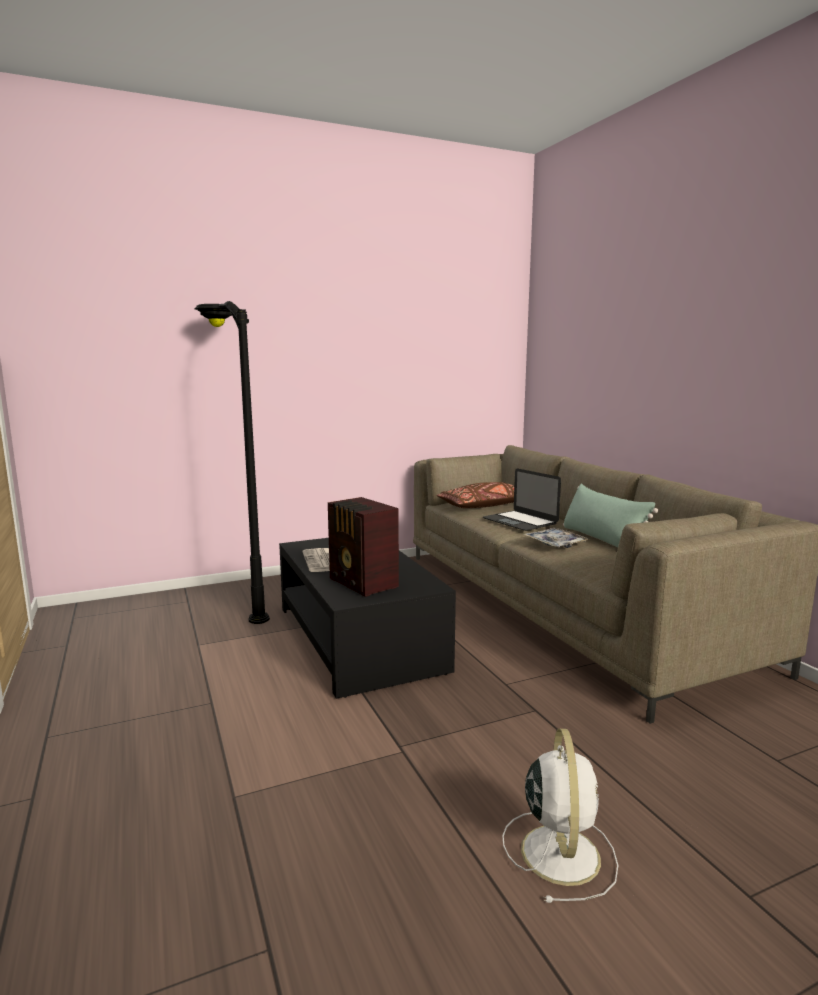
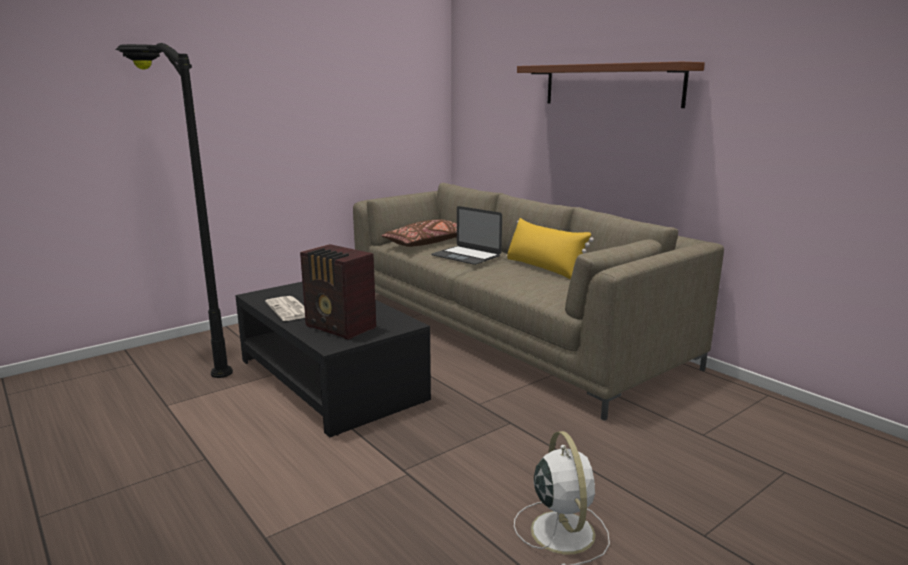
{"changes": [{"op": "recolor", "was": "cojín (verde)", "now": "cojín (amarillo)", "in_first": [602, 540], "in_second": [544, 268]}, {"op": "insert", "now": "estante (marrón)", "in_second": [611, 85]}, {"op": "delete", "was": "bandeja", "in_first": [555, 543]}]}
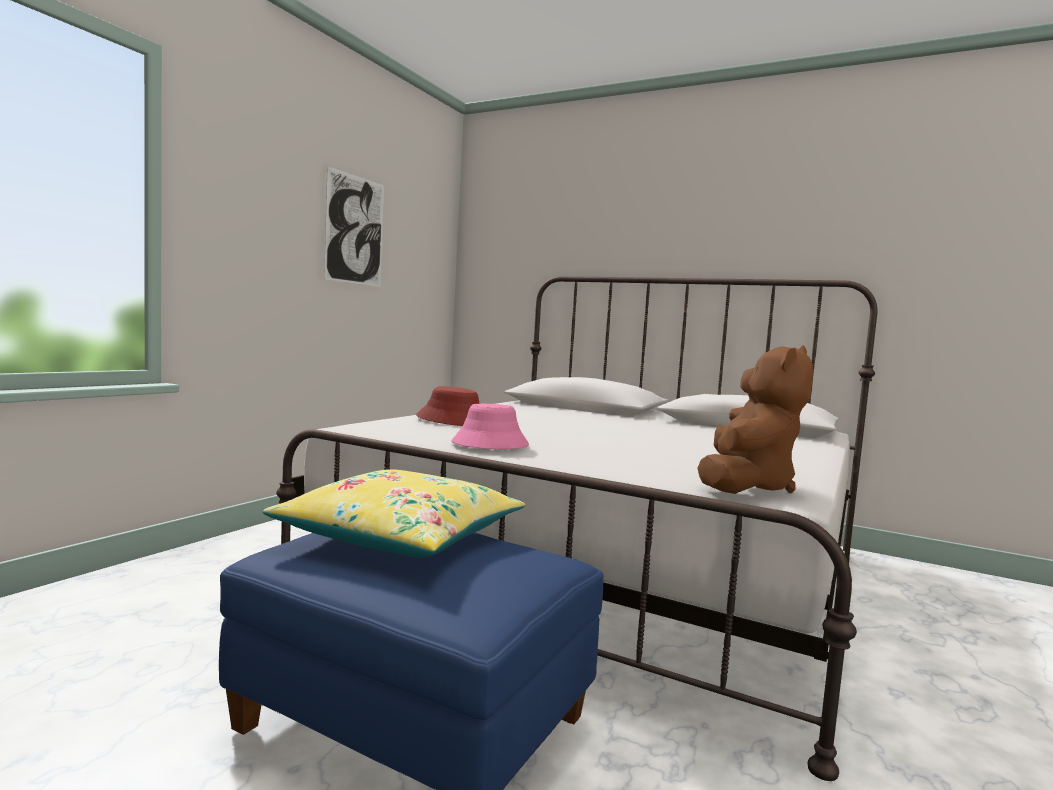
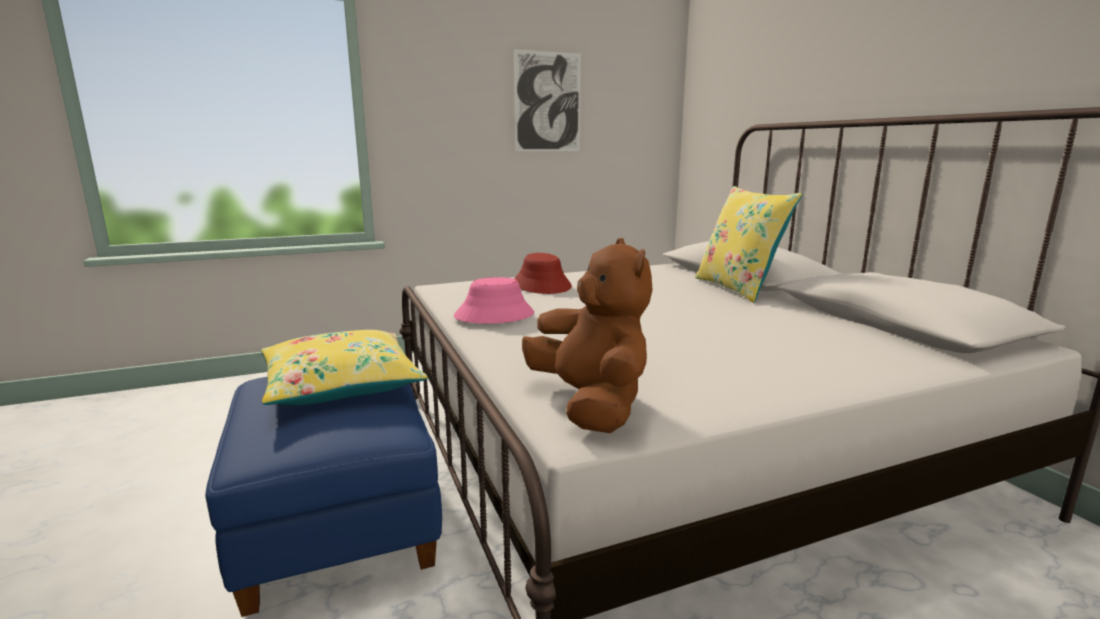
{"changes": [{"op": "rotate", "was": "peluche (marrón)", "in_first": [745, 486], "in_second": [590, 405], "clockwise": -90}, {"op": "insert", "now": "cojín (amarillo)", "in_second": [738, 288]}]}
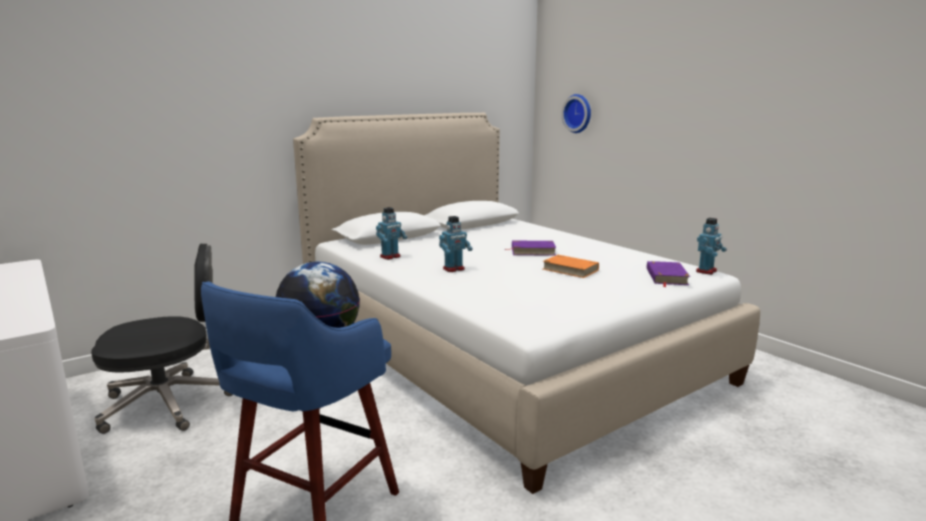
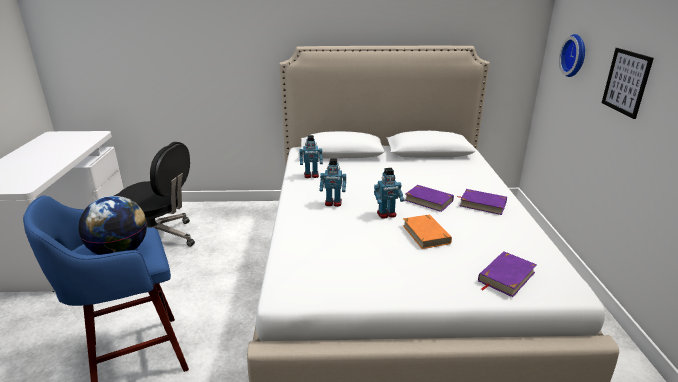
{"changes": [{"op": "move", "was": "robot de juguete", "in_first": [706, 271], "in_second": [386, 214]}, {"op": "insert", "now": "libro (morado)", "in_second": [482, 204]}, {"op": "insert", "now": "cuadro", "in_second": [626, 82]}]}
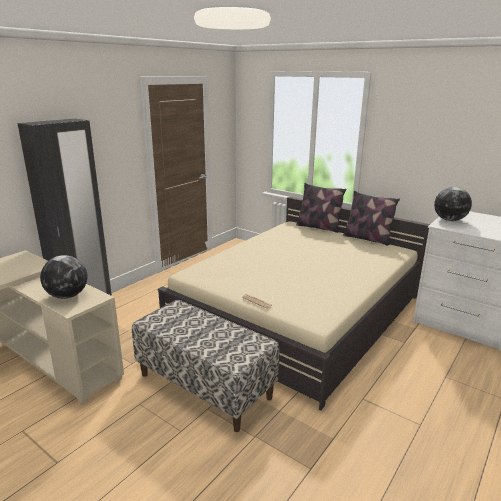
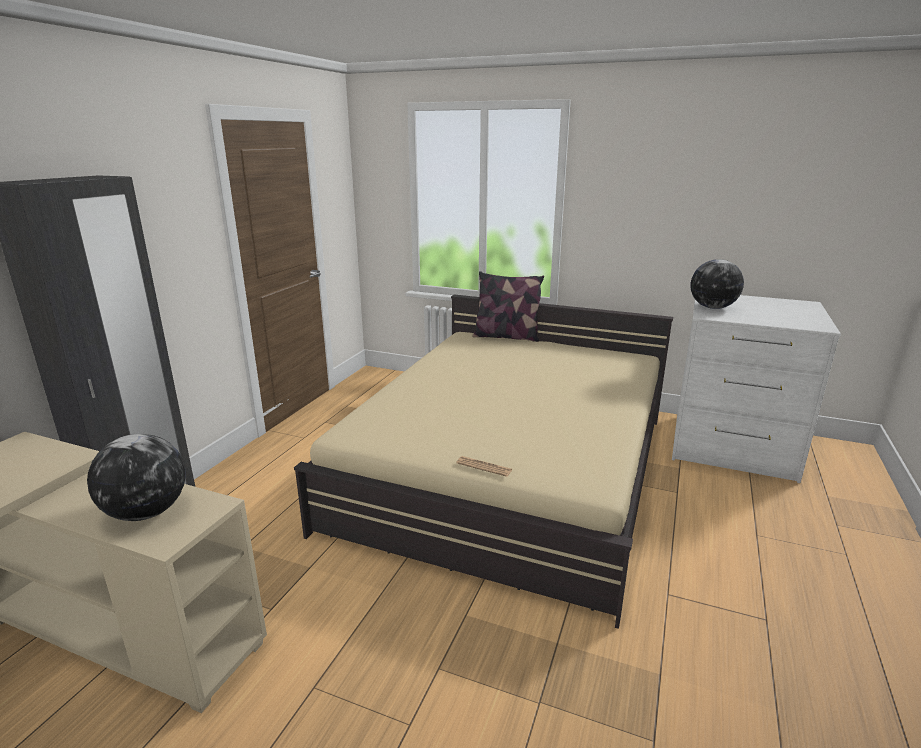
{"changes": [{"op": "delete", "was": "banco", "in_first": [205, 386]}, {"op": "delete", "was": "cojín", "in_first": [367, 239]}]}
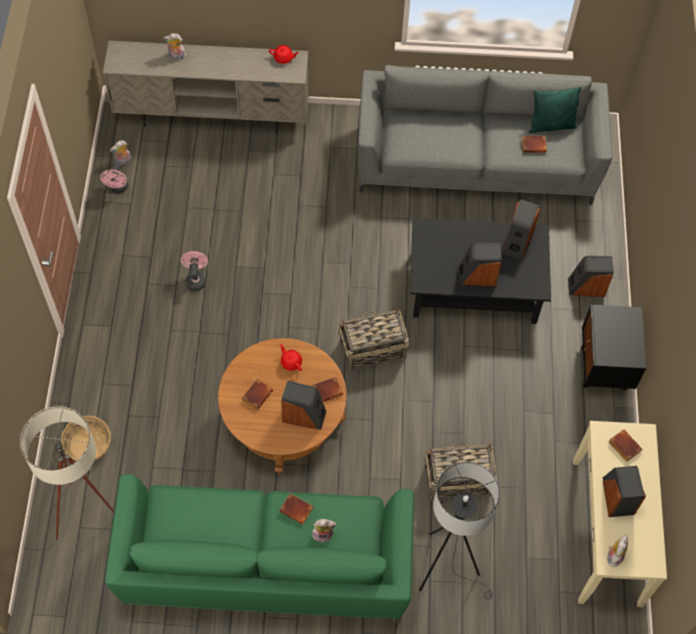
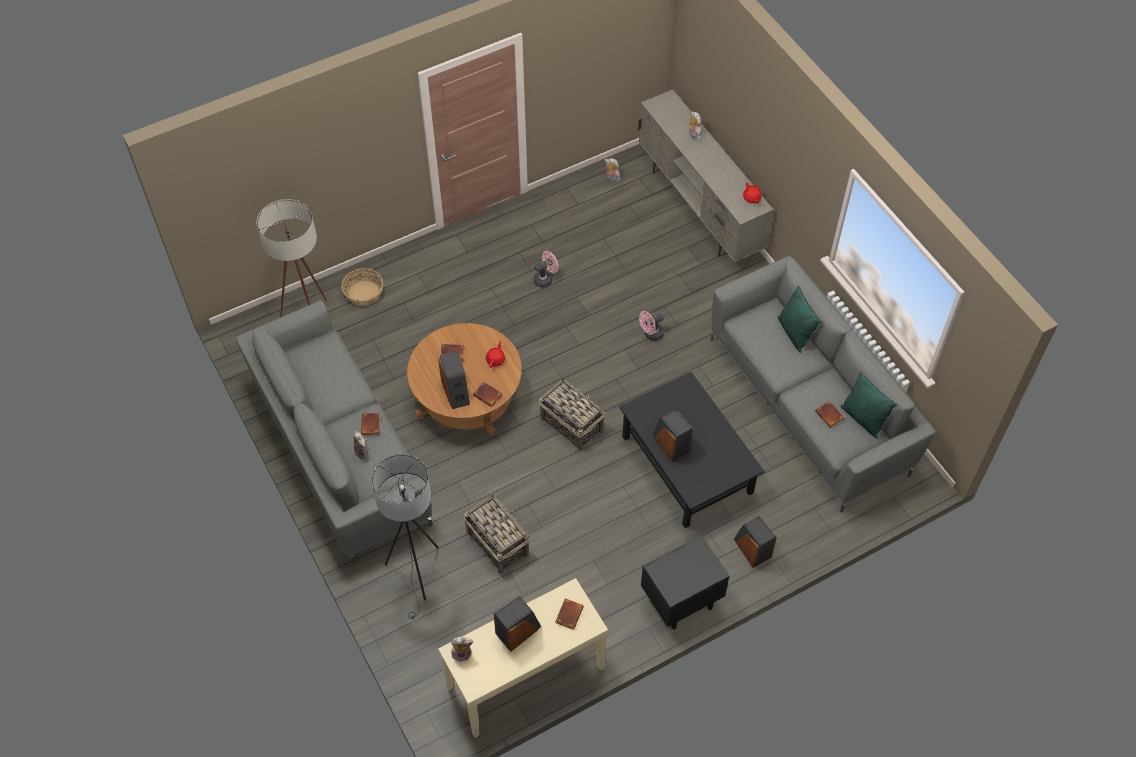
{"changes": [{"op": "recolor", "was": "sofá (verde)", "now": "sofá (gris)", "in_first": [265, 566], "in_second": [340, 452]}, {"op": "move", "was": "ventilador (rosa)", "in_first": [118, 188], "in_second": [651, 335]}, {"op": "insert", "now": "cojín (verde)", "in_second": [794, 333]}, {"op": "delete", "was": "altavoz", "in_first": [517, 241]}]}
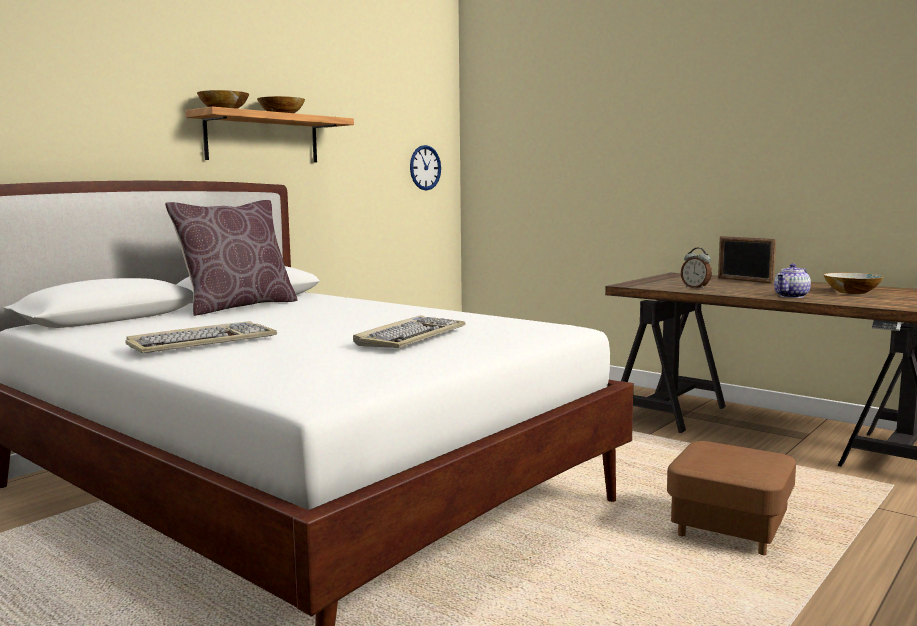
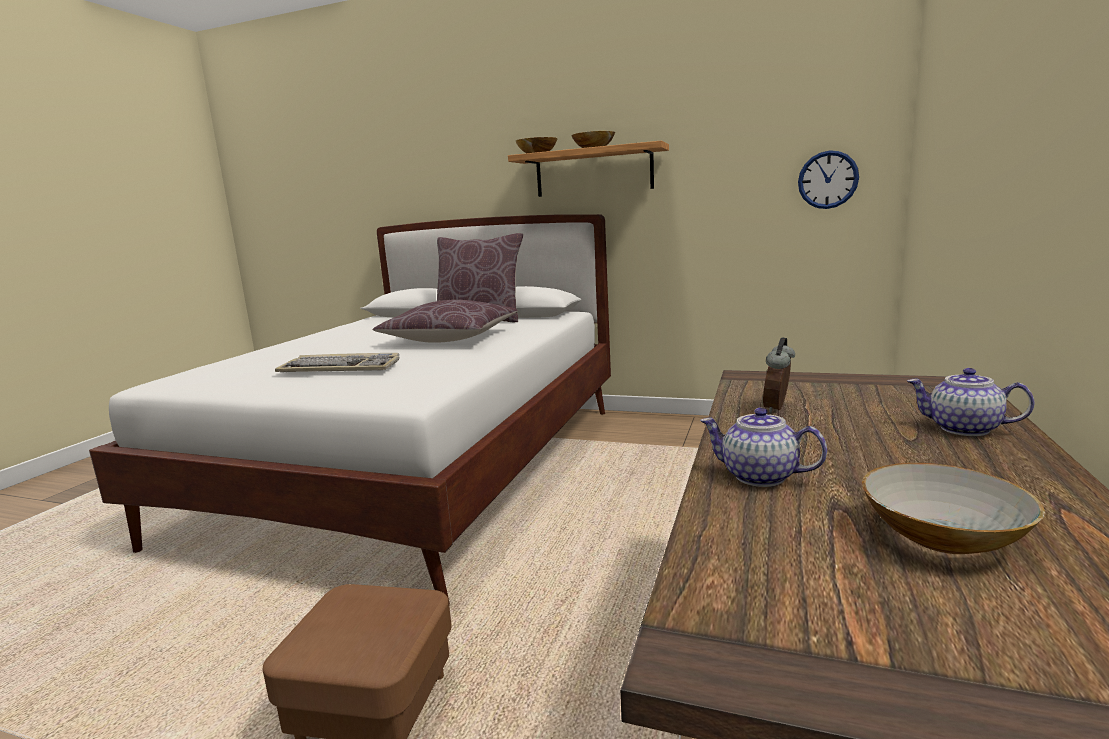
{"changes": [{"op": "insert", "now": "cojín (marrón)", "in_second": [450, 339]}, {"op": "replace", "was": "portarretratos", "now": "tetera", "in_first": [744, 280], "in_second": [963, 429]}, {"op": "delete", "was": "teclado", "in_first": [203, 342]}]}
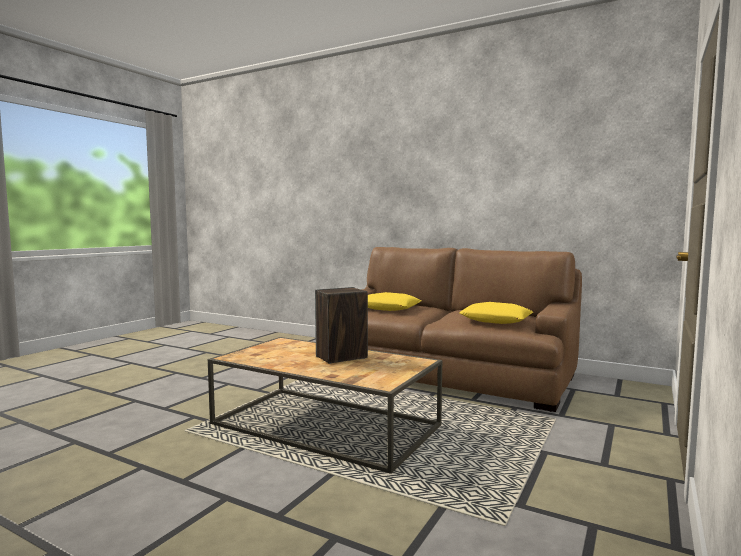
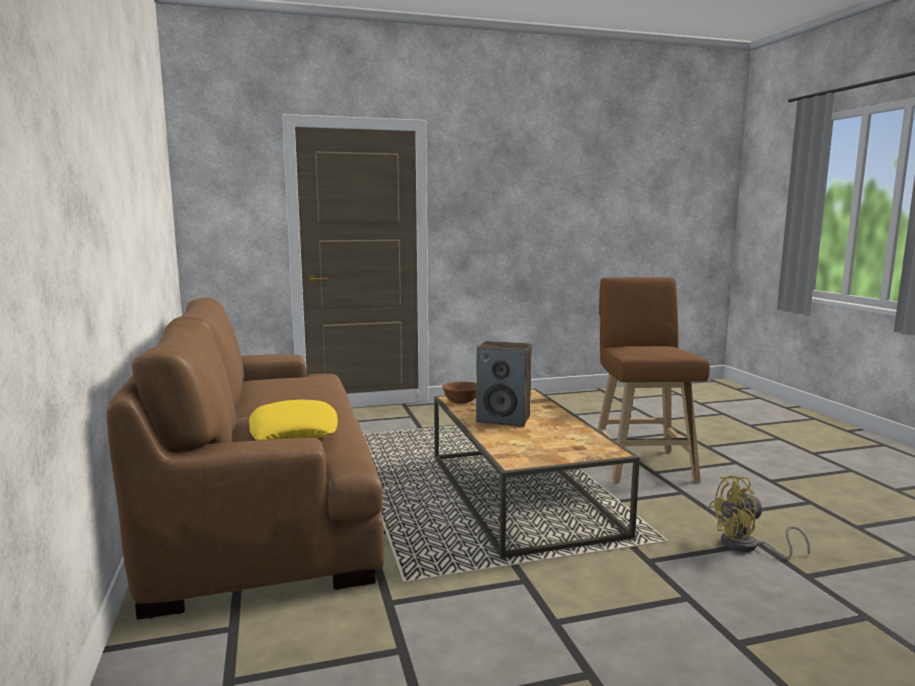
{"changes": [{"op": "insert", "now": "cuenco (marrón)", "in_second": [461, 402]}, {"op": "insert", "now": "taburete (marrón)", "in_second": [641, 463]}, {"op": "insert", "now": "ventilador (amarillo)", "in_second": [747, 547]}, {"op": "delete", "was": "cojín (amarillo)", "in_first": [496, 320]}]}
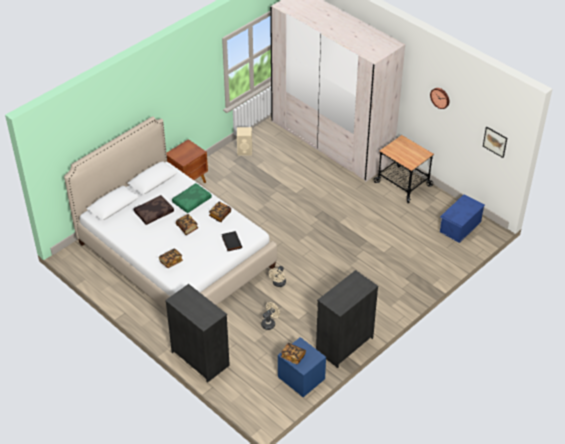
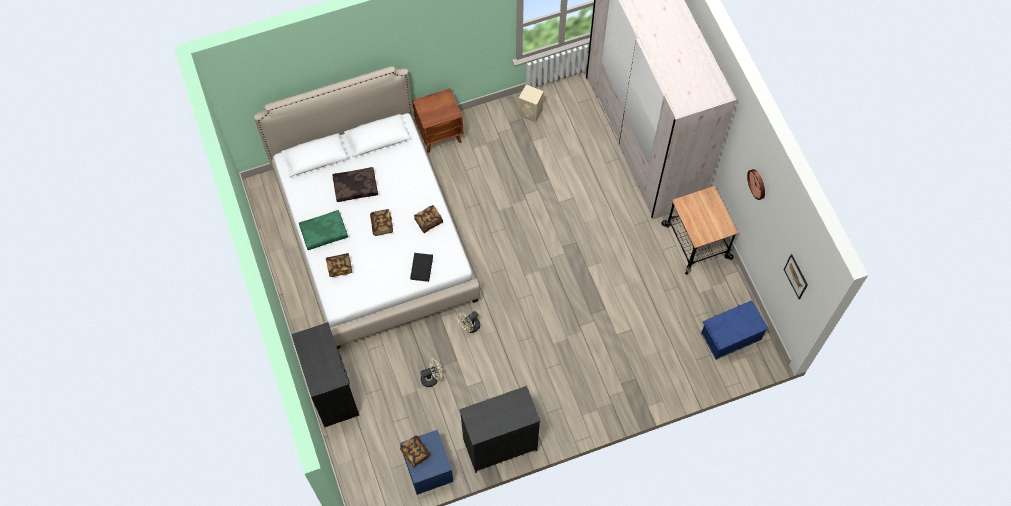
{"changes": [{"op": "move", "was": "cojín (verde)", "in_first": [192, 201], "in_second": [324, 232]}]}
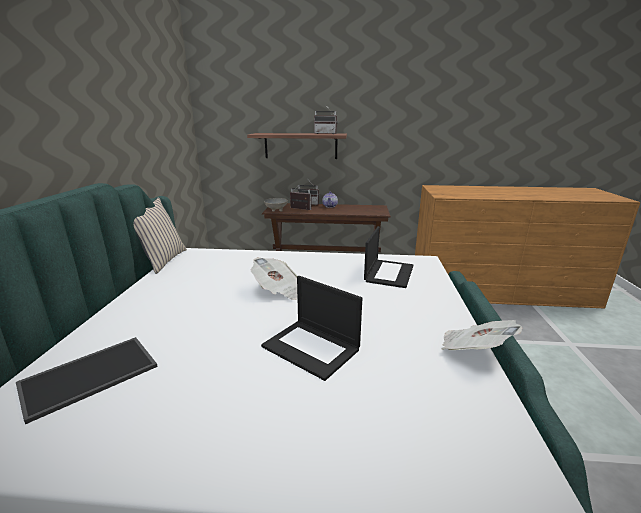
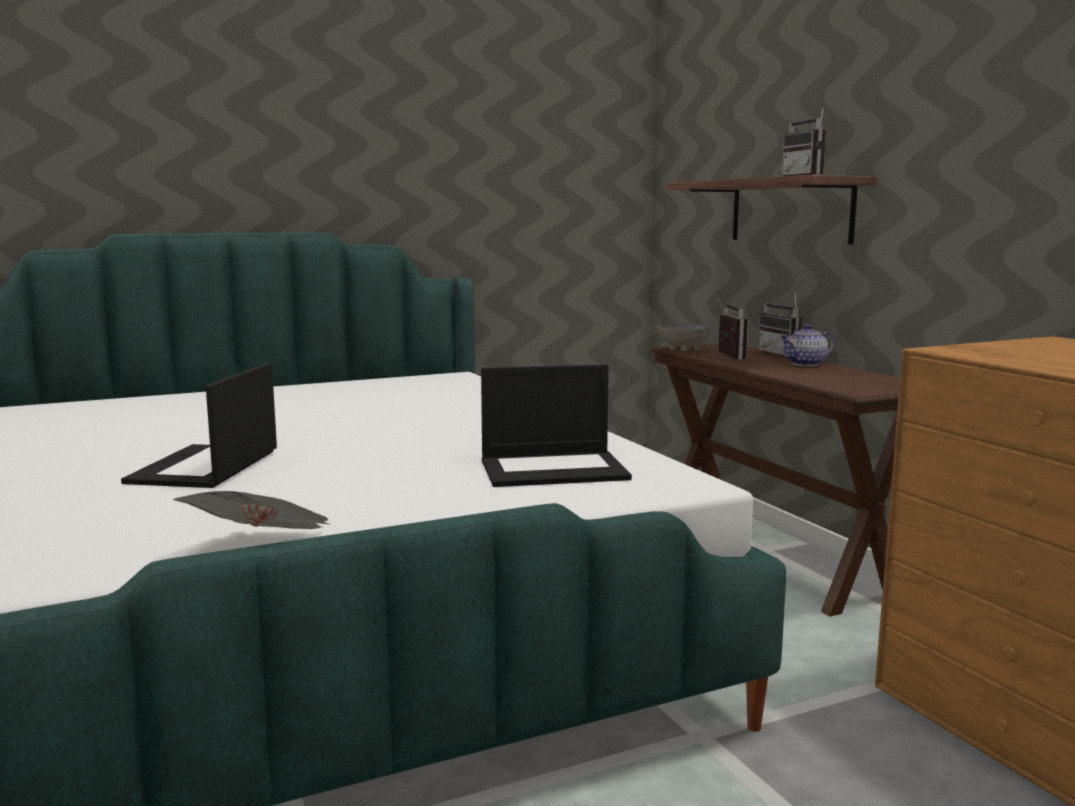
{"changes": [{"op": "delete", "was": "bandeja", "in_first": [90, 374]}, {"op": "delete", "was": "cojín (beis)", "in_first": [162, 260]}, {"op": "delete", "was": "periódico", "in_first": [279, 290]}]}
